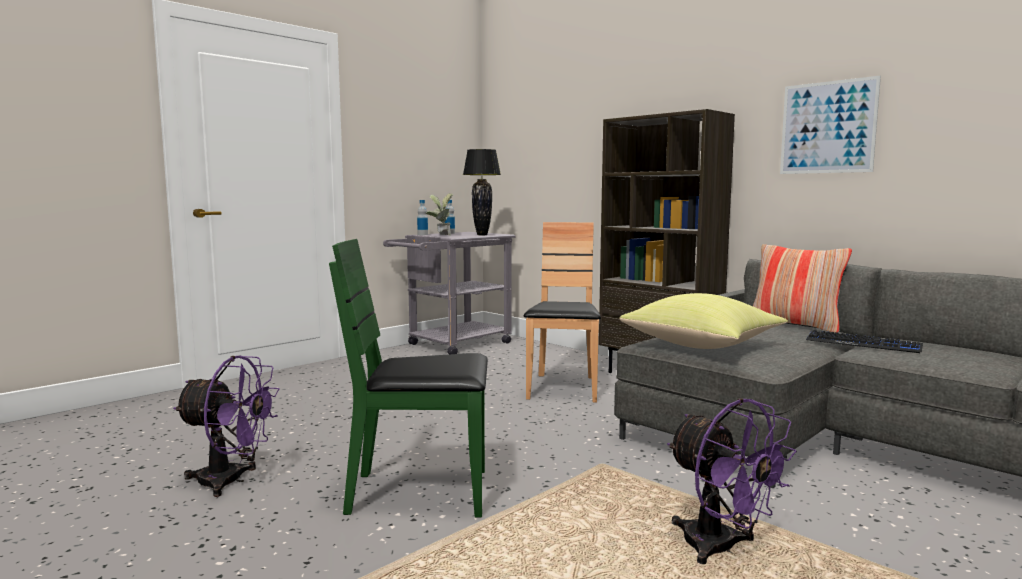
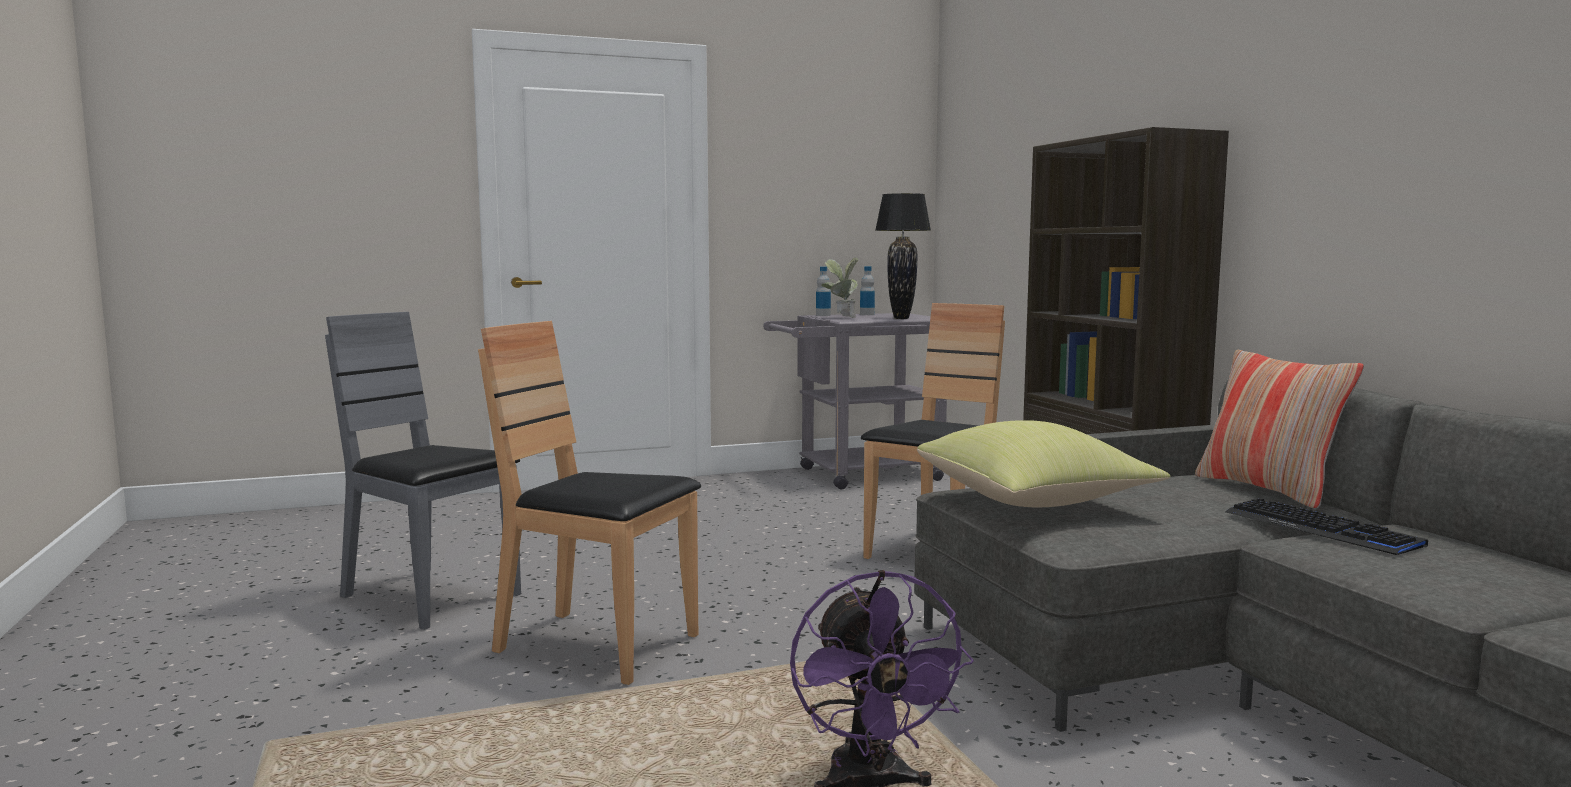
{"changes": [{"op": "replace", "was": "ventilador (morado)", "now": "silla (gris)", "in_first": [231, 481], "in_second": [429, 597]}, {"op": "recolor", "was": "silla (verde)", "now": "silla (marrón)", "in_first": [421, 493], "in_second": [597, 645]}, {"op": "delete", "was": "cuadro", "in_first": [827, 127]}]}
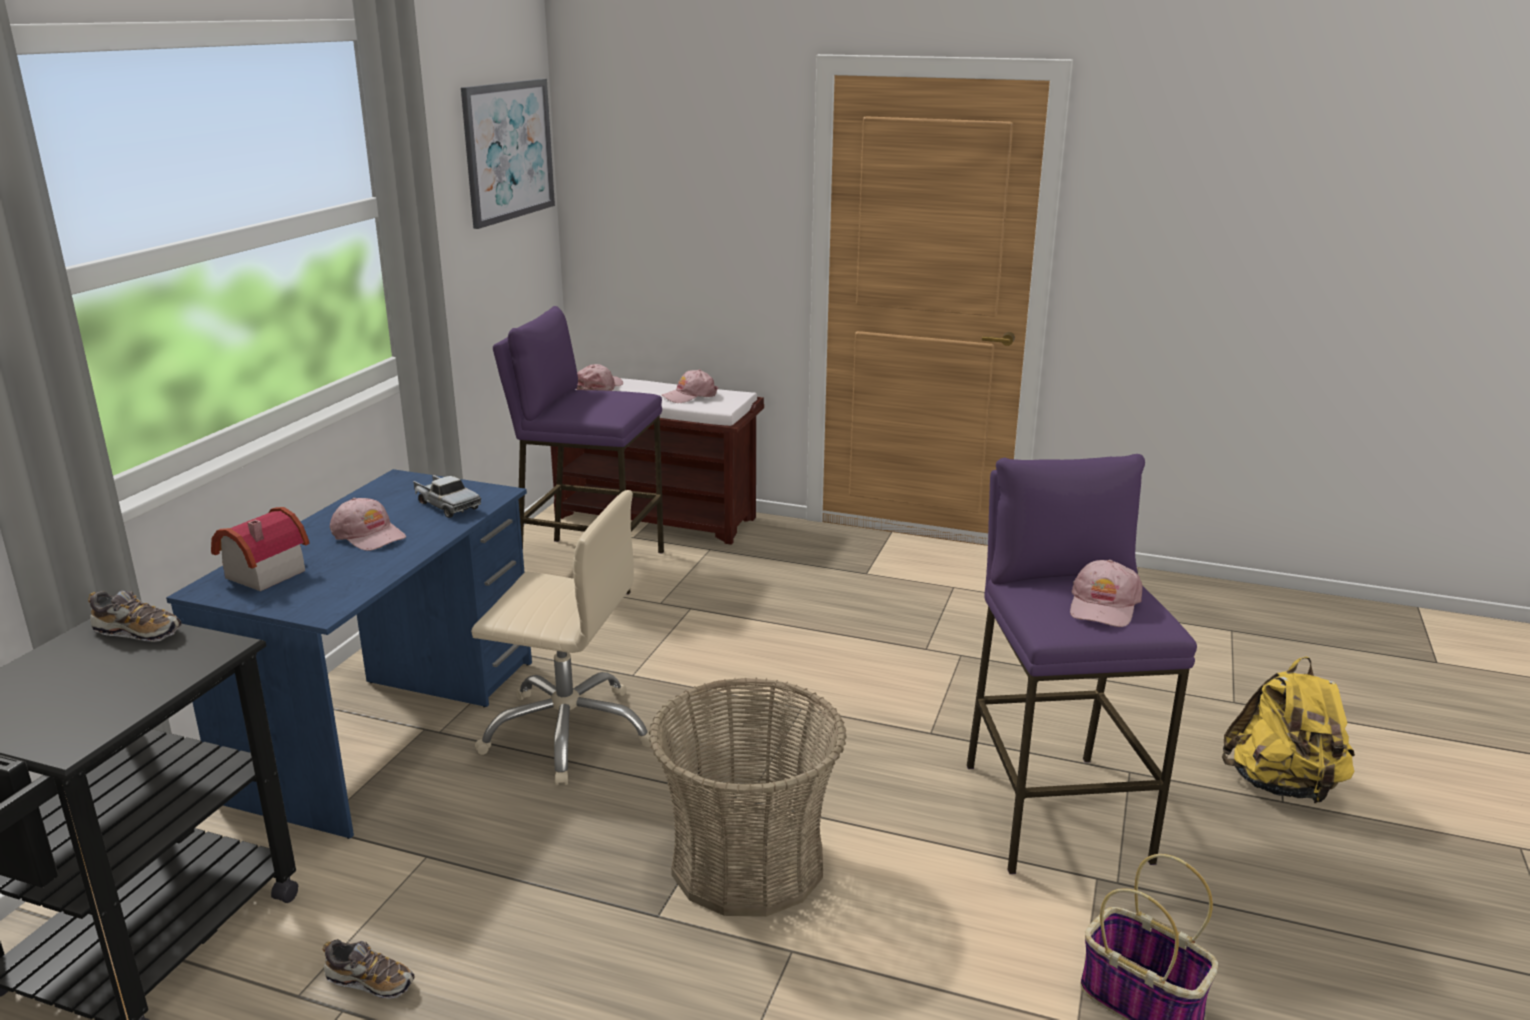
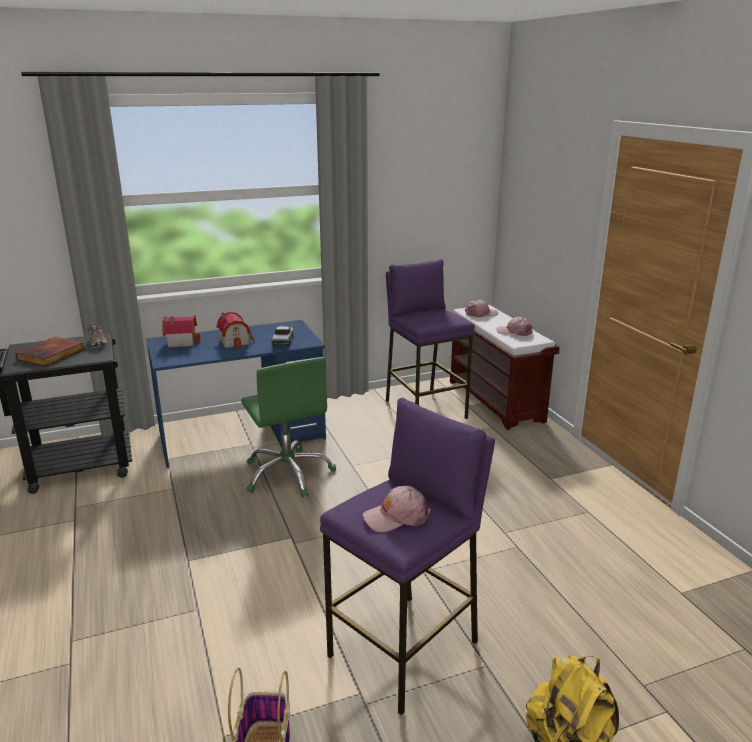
{"changes": [{"op": "insert", "now": "libro", "in_second": [52, 355]}, {"op": "replace", "was": "gorra (rosa)", "now": "casita", "in_first": [369, 535], "in_second": [236, 341]}, {"op": "recolor", "was": "silla de oficina (beis)", "now": "silla de oficina (verde)", "in_first": [568, 732], "in_second": [288, 473]}, {"op": "delete", "was": "zapato", "in_first": [370, 981]}, {"op": "delete", "was": "cuadro", "in_first": [508, 151]}, {"op": "delete", "was": "cesta", "in_first": [747, 862]}]}
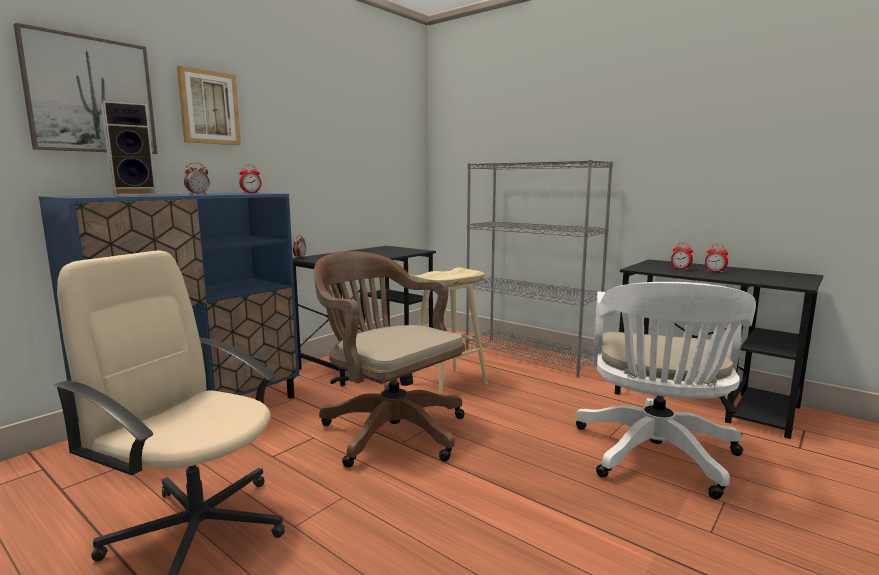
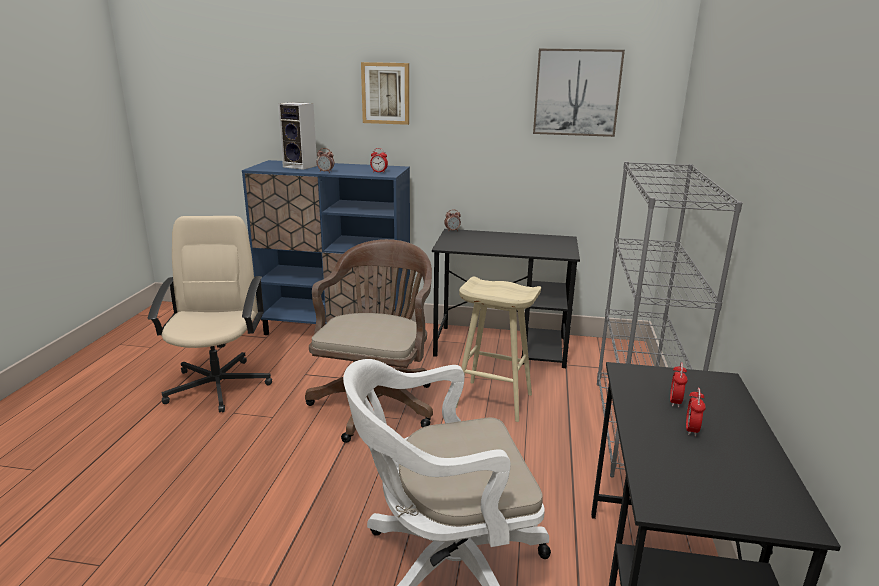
{"changes": [{"op": "move", "was": "cuadro", "in_first": [91, 95], "in_second": [577, 92]}]}
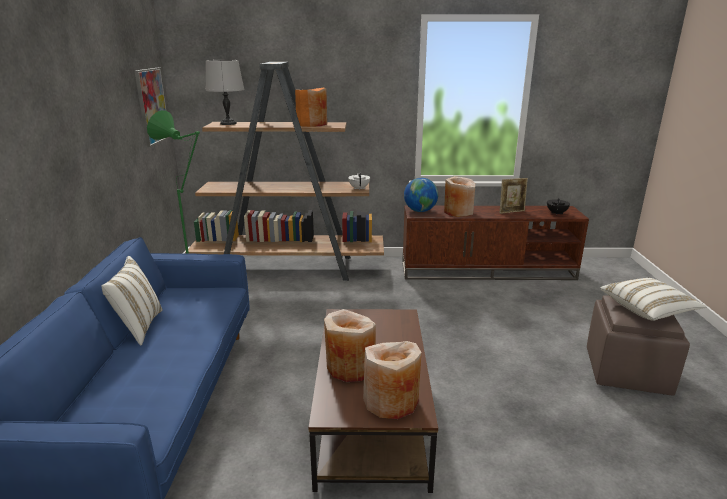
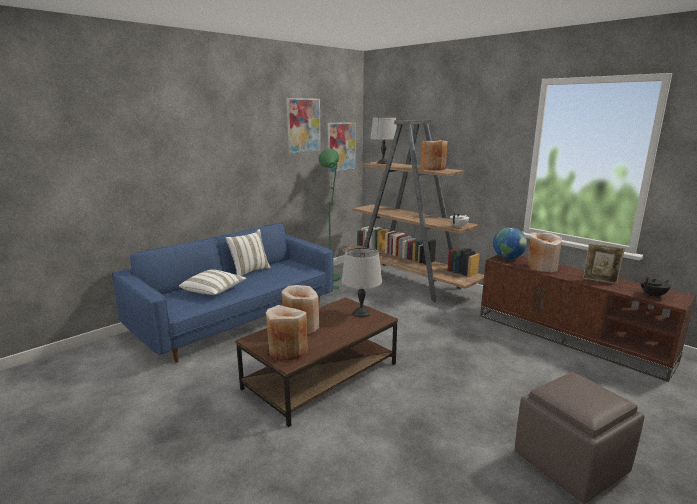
{"changes": [{"op": "move", "was": "cojín (blanco)", "in_first": [648, 309], "in_second": [214, 291]}, {"op": "insert", "now": "cuadro", "in_second": [303, 125]}, {"op": "insert", "now": "lámpara de mesa (gris)", "in_second": [361, 313]}]}
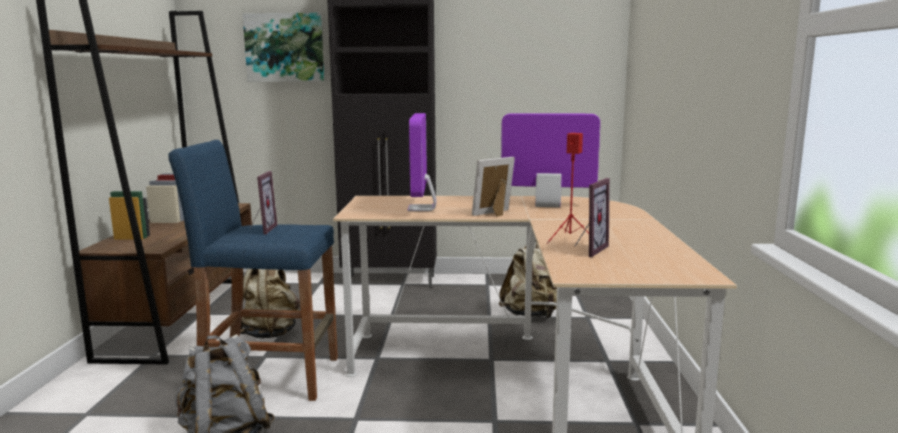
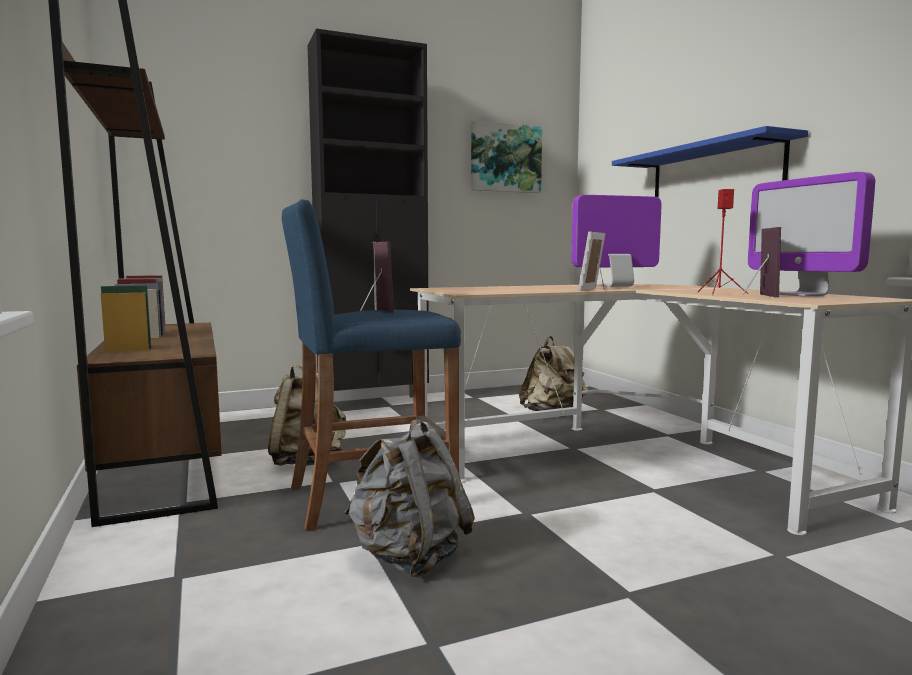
{"changes": [{"op": "move", "was": "cuadro", "in_first": [285, 47], "in_second": [505, 158]}, {"op": "insert", "now": "estante (azul)", "in_second": [714, 173]}, {"op": "move", "was": "monitor", "in_first": [422, 208], "in_second": [802, 295]}]}
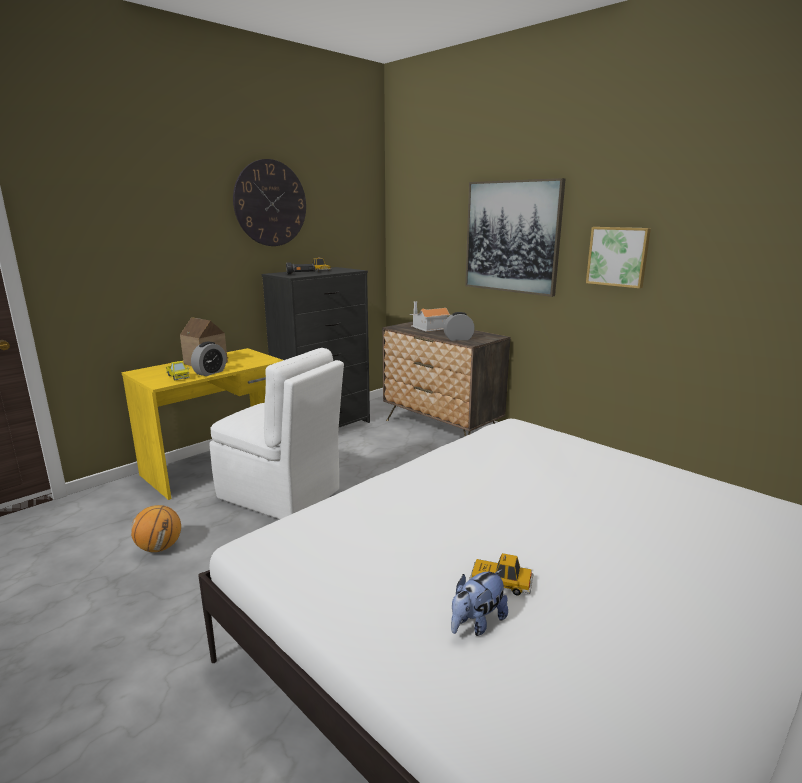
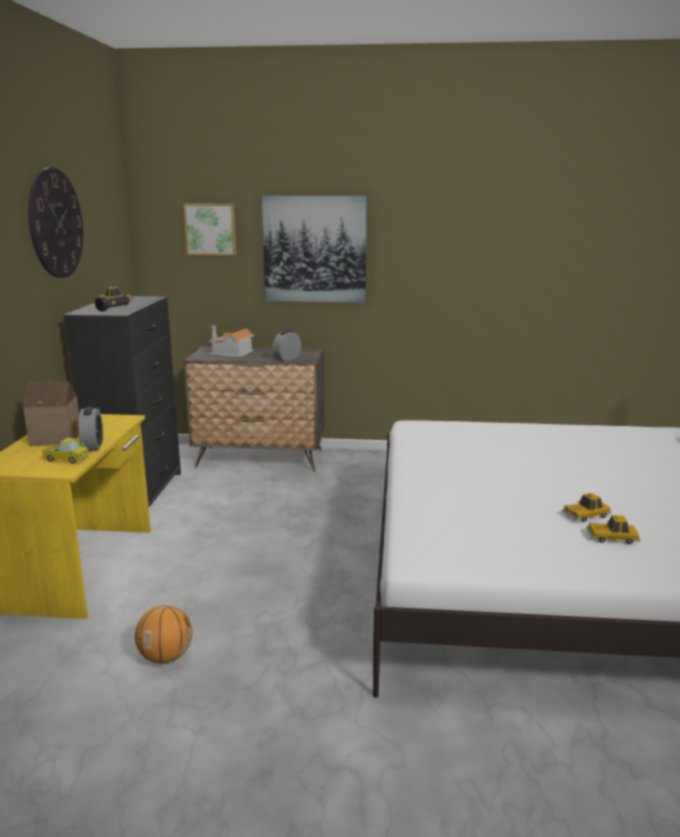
{"changes": [{"op": "move", "was": "cuadro", "in_first": [618, 256], "in_second": [211, 229]}, {"op": "replace", "was": "peluche", "now": "coche de juguete", "in_first": [476, 623], "in_second": [612, 538]}, {"op": "delete", "was": "silla (blanco)", "in_first": [281, 495]}]}
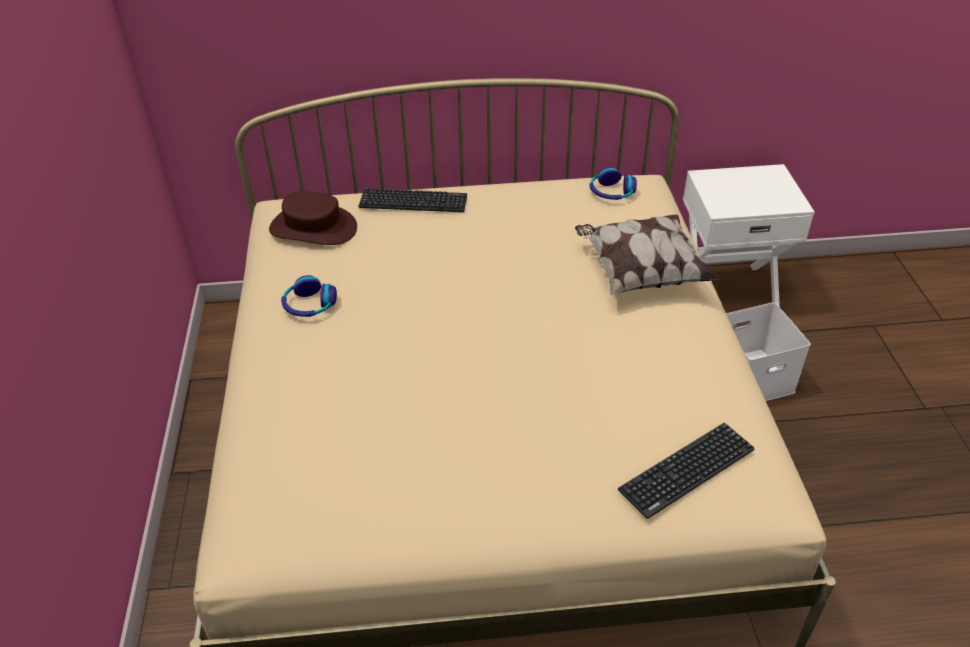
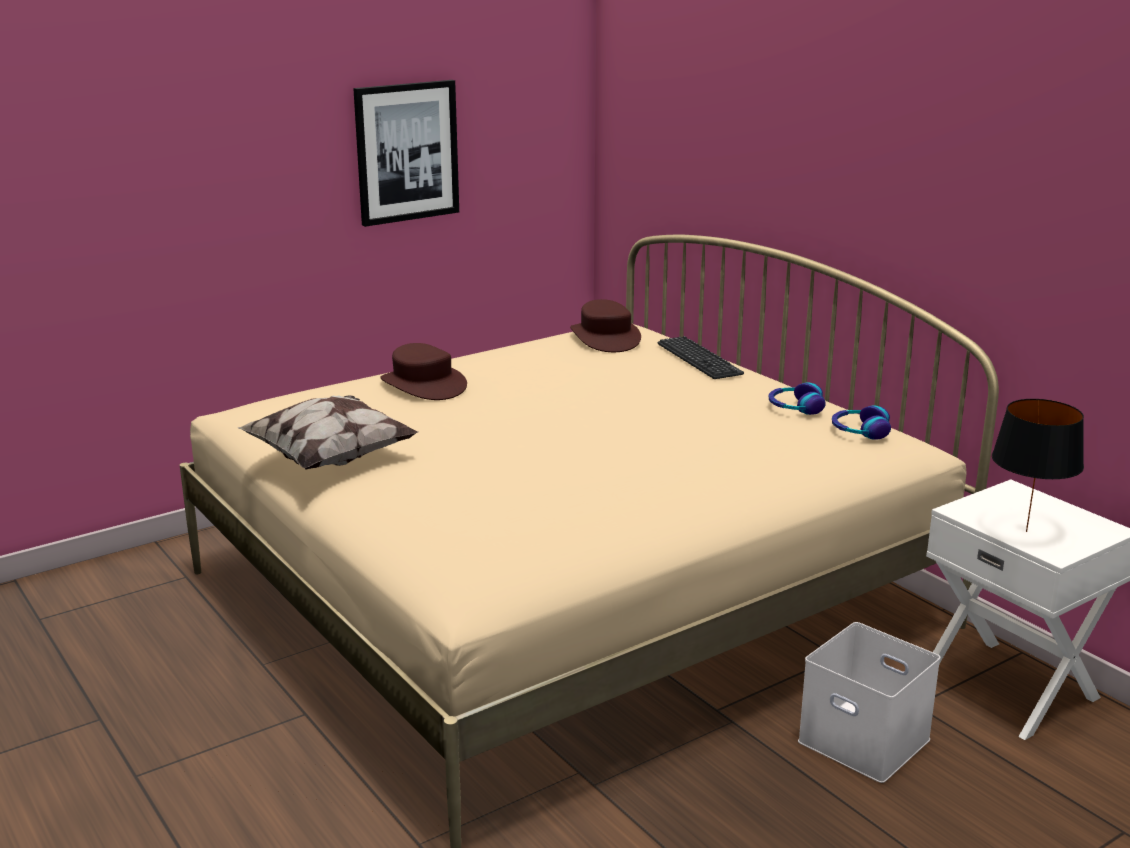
{"changes": [{"op": "move", "was": "cojín", "in_first": [641, 272], "in_second": [331, 458]}, {"op": "insert", "now": "cuadro", "in_second": [406, 152]}, {"op": "insert", "now": "sombrero (marrón)", "in_second": [423, 385]}, {"op": "move", "was": "auriculares", "in_first": [309, 305], "in_second": [795, 408]}, {"op": "insert", "now": "lámpara de mesa (negro)", "in_second": [1025, 531]}, {"op": "delete", "was": "teclado", "in_first": [687, 470]}]}
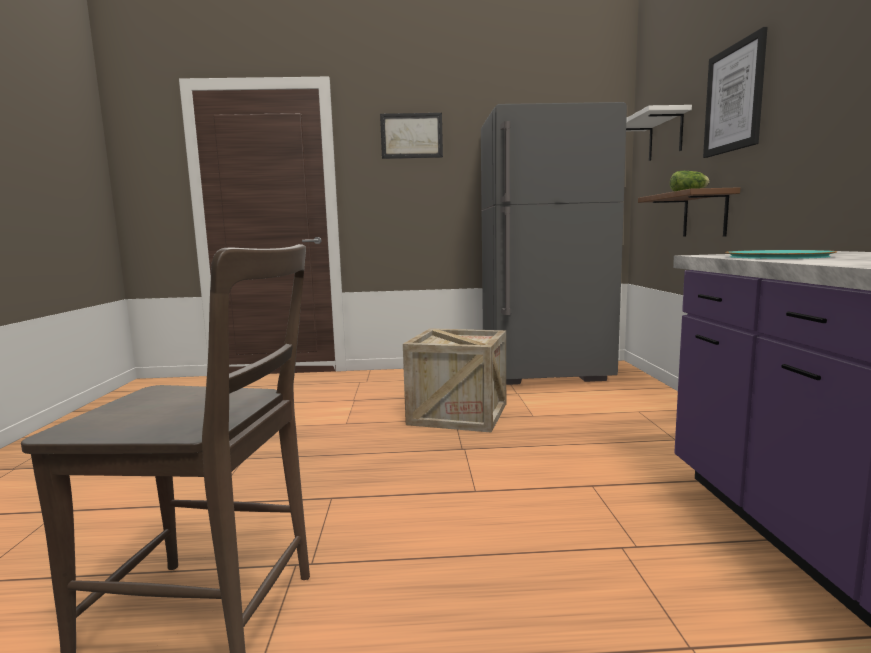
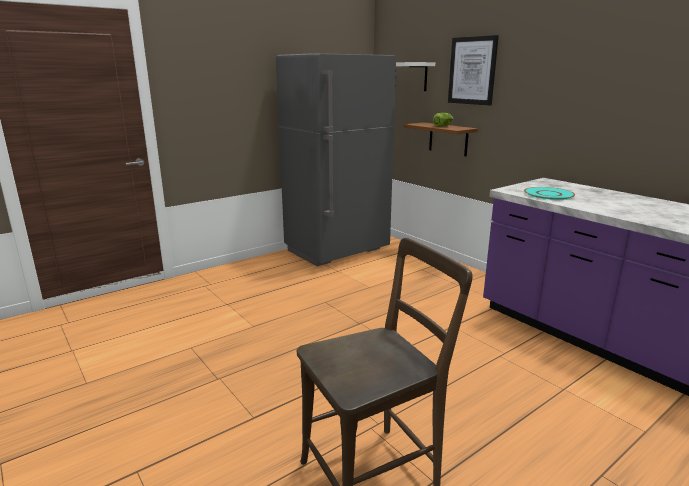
{"changes": [{"op": "delete", "was": "cuadro", "in_first": [411, 136]}, {"op": "delete", "was": "caja de embalaje", "in_first": [458, 414]}]}
